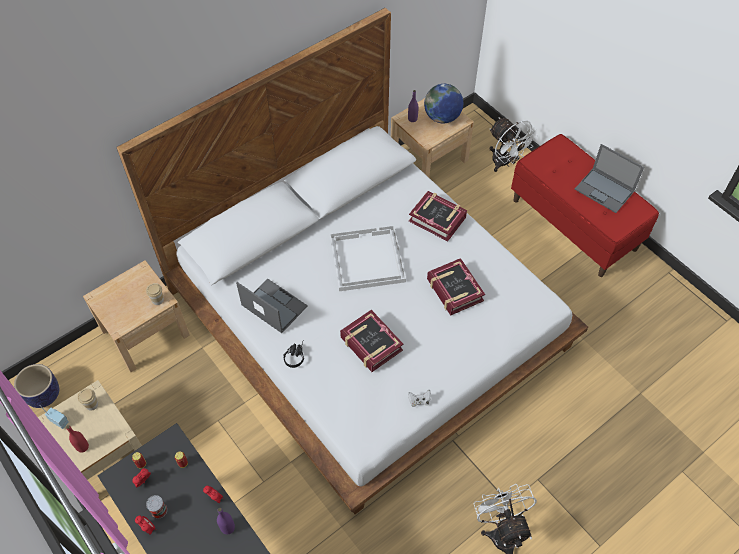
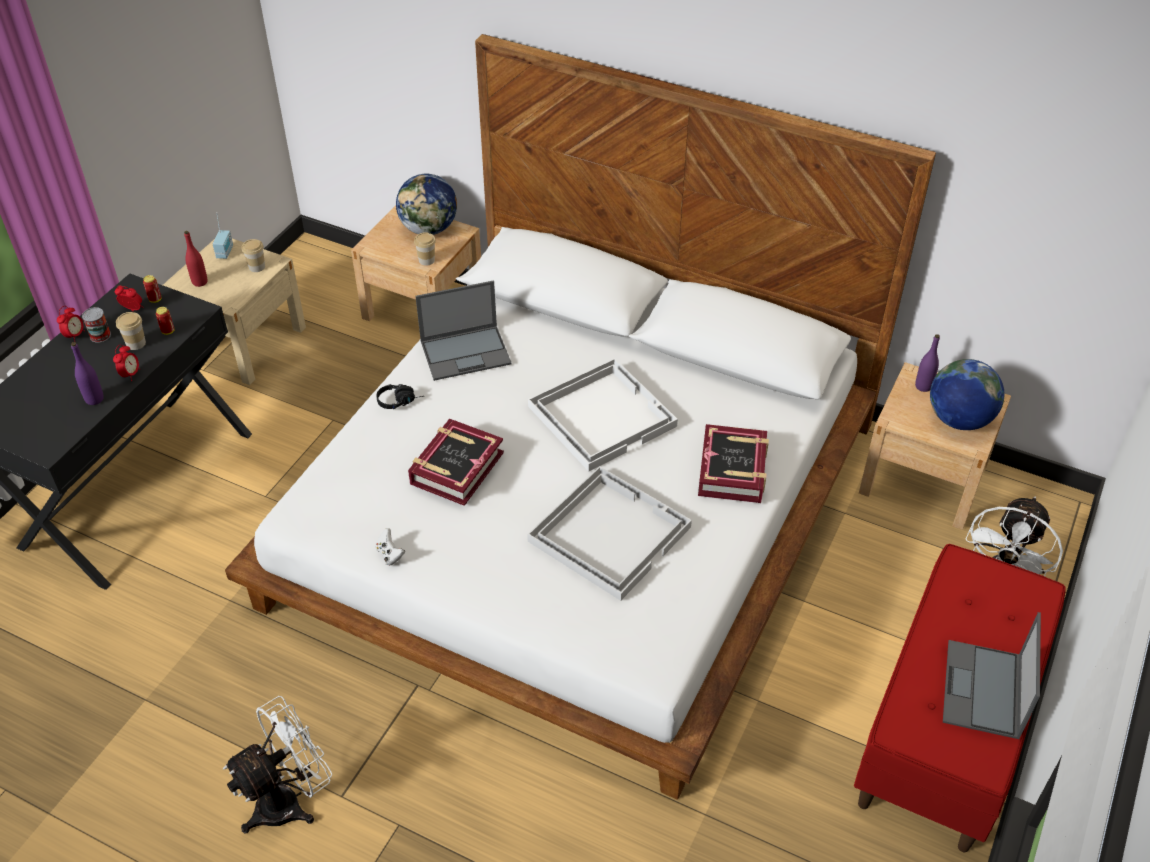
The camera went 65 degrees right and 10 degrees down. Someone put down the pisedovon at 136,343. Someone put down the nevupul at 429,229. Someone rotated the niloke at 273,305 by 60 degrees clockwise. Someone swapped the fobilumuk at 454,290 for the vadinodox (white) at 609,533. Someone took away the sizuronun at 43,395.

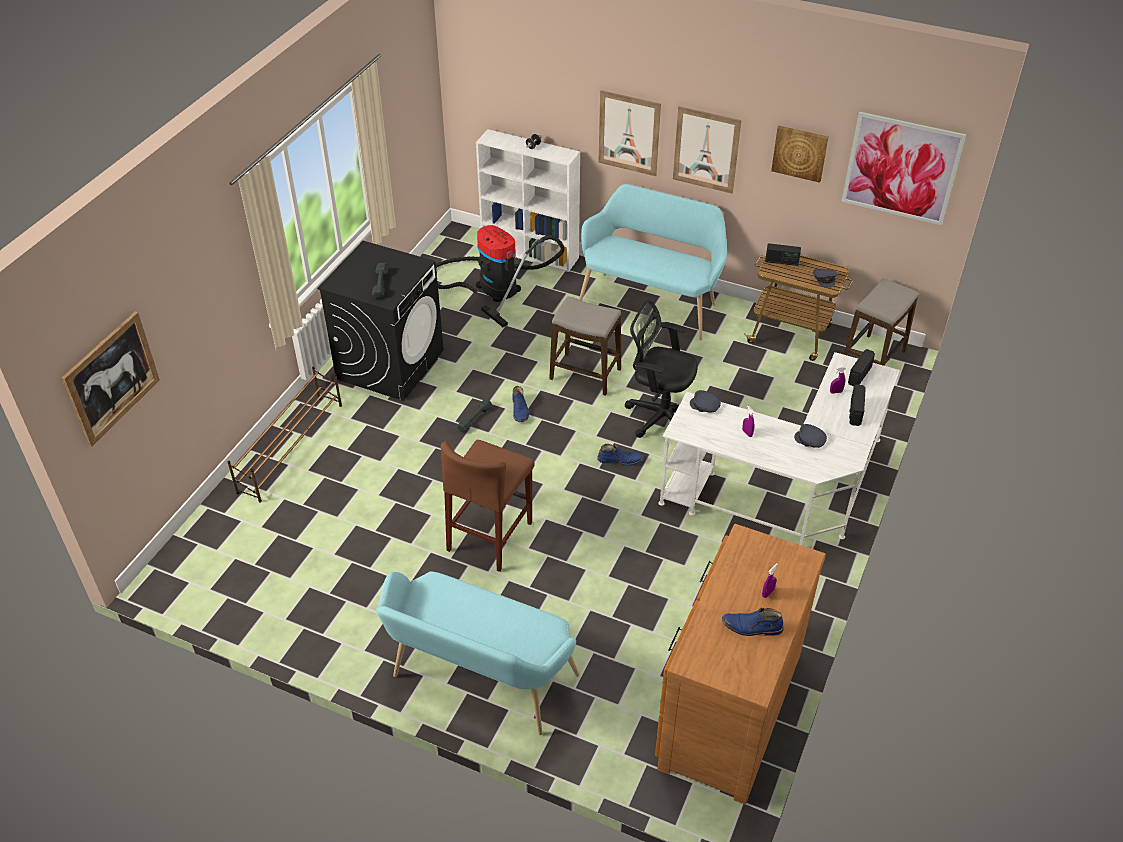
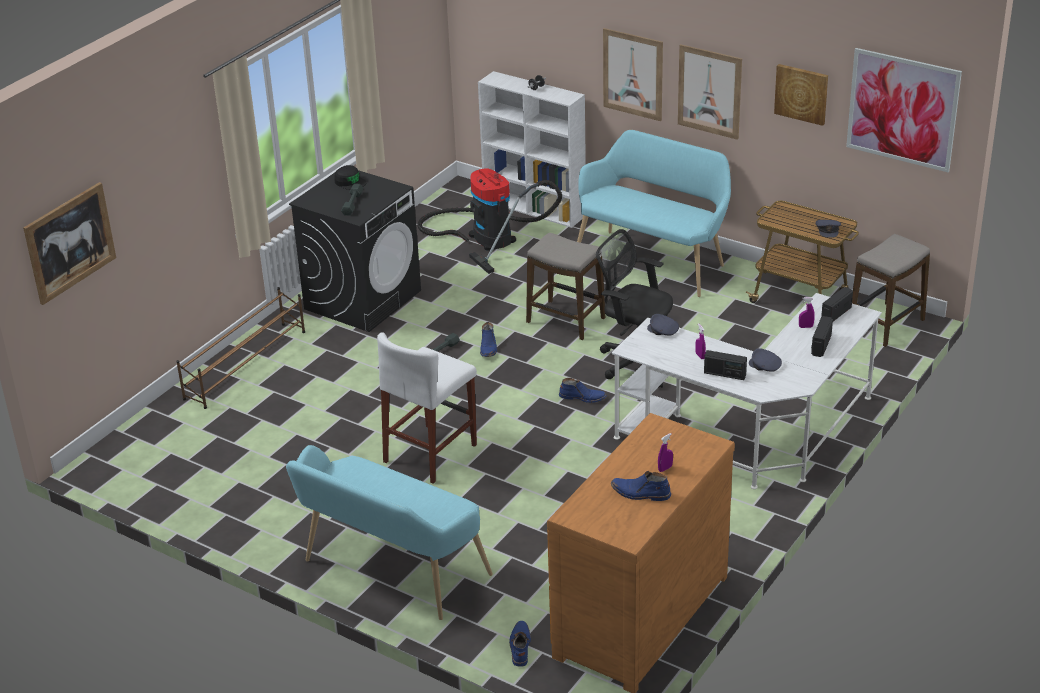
The camera went 10 degrees right and 10 degrees down. Someone put down the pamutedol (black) at 350,182. Someone repainted the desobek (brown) at 490,536, which became the desobek (white) at 430,453. Someone put down the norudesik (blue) at 519,647. Someone carried the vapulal from 781,262 to 724,374.

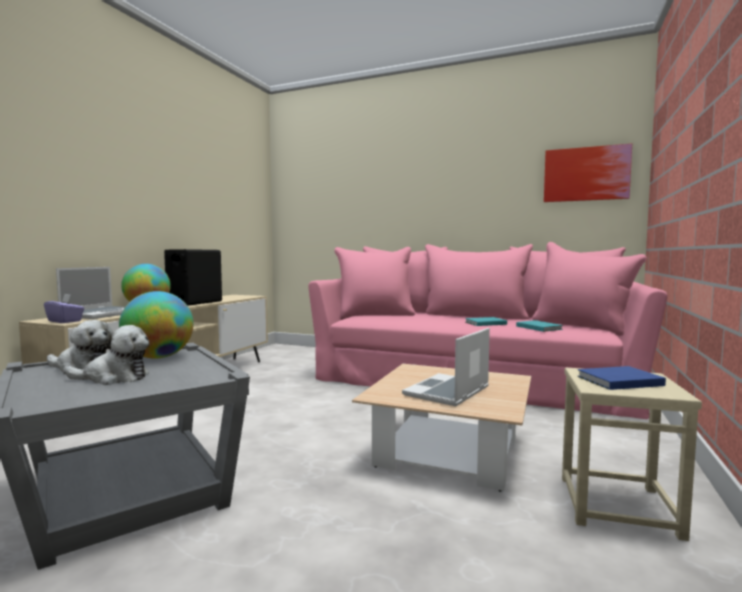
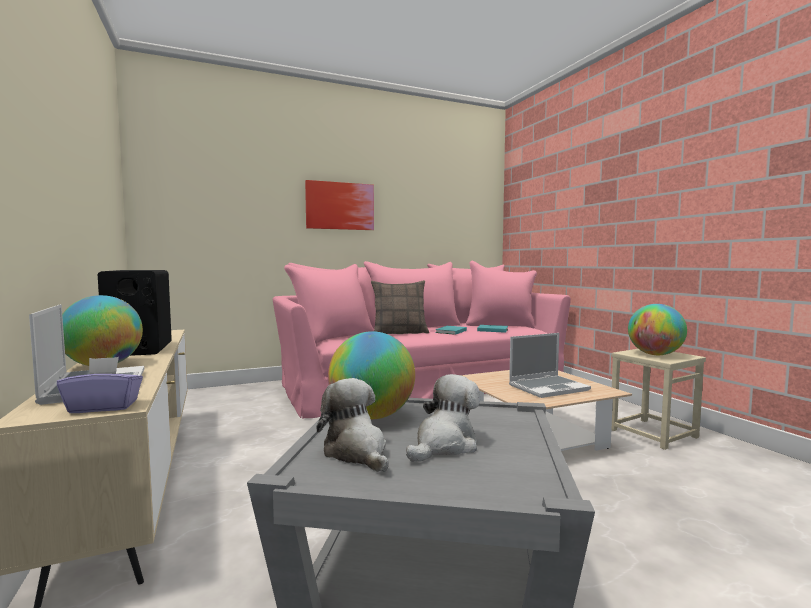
The camera went 45 degrees left and 0 degrees up. Someone carried the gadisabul from 586,174 to 340,206. Someone rotated the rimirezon at 82,368 by 90 degrees counterclockwise. Someone put down the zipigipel at 400,333. Someone rotated the niloke at 447,392 by 105 degrees counterclockwise. Someone swapped the fobilumuk (blue) at 617,381 for the nevupul at 655,354.

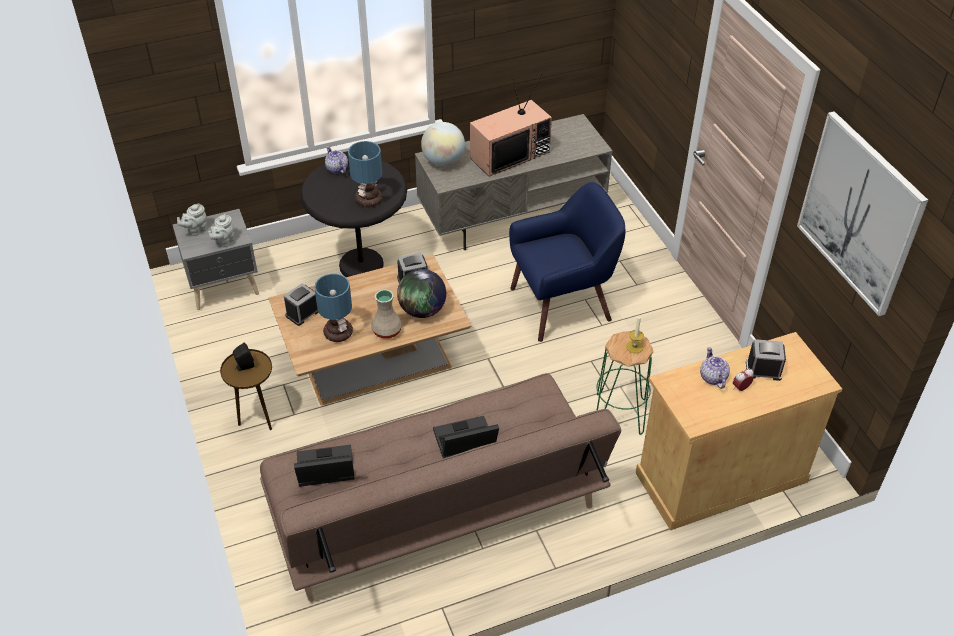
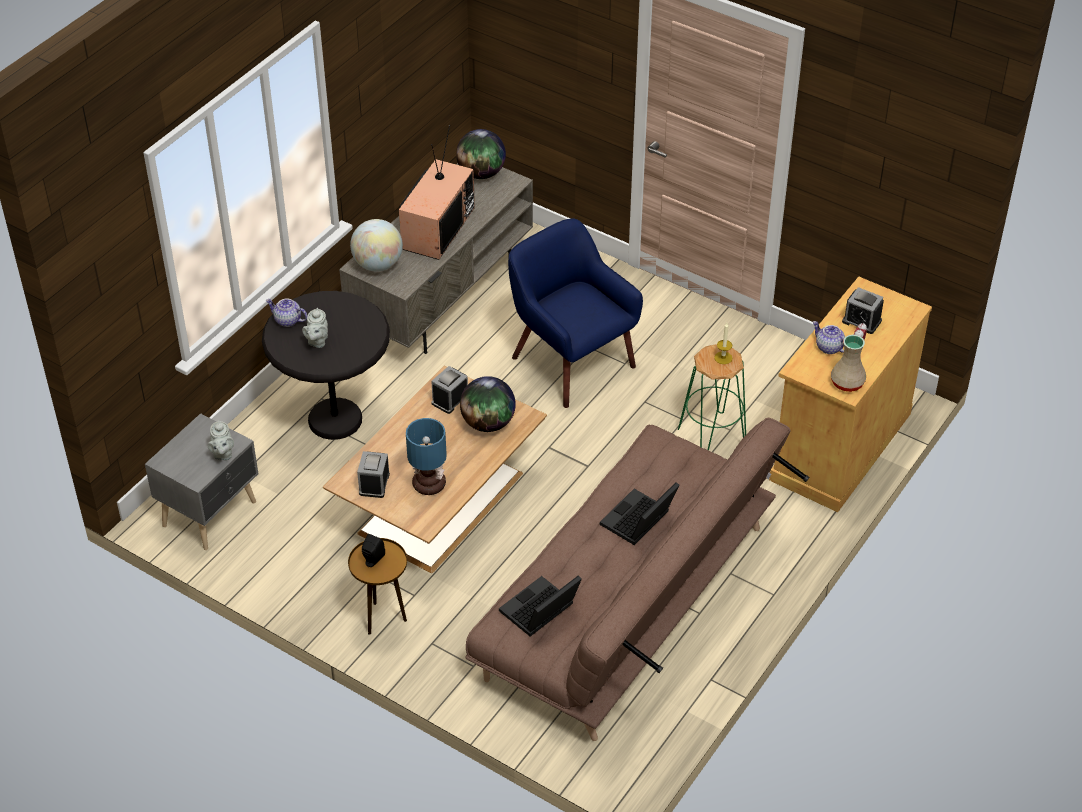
The camera went 35 degrees left and 0 degrees up. Someone carried the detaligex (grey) from 196,230 to 317,341. Someone put down the nevupul at 481,173. Someone rotated the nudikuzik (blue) at 562,304 by 75 degrees counterclockwise. Someone carried the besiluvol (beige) from 386,331 to 846,383. Someone rotated the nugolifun at 763,370 by 120 degrees counterclockwise. Someone took away the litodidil at 368,200. Someone took away the gadisabul at 859,213.

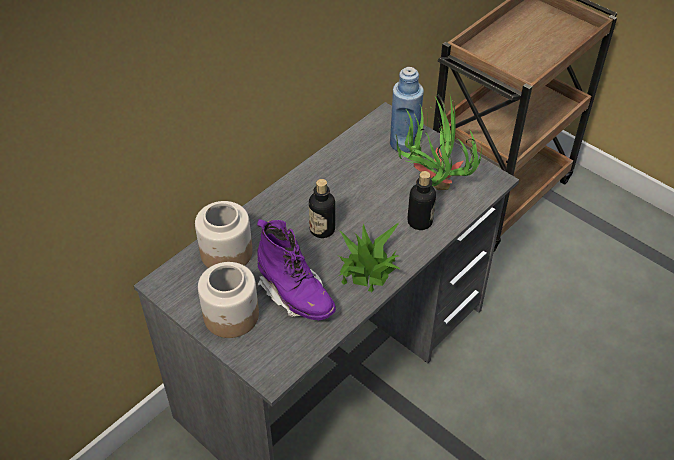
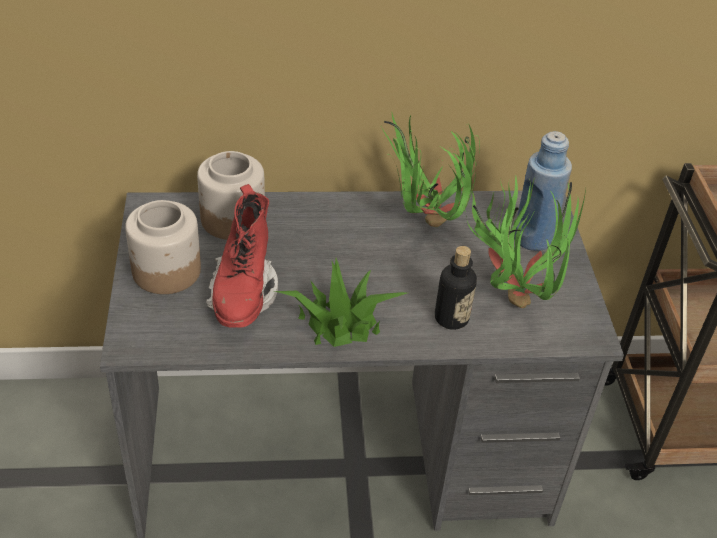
The camera went 40 degrees right and 5 degrees down. Someone repainted the norudesik (purple) at 295,294, which became the norudesik (red) at 243,294. Someone put down the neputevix at 424,228. Someone took away the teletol at 322,229.

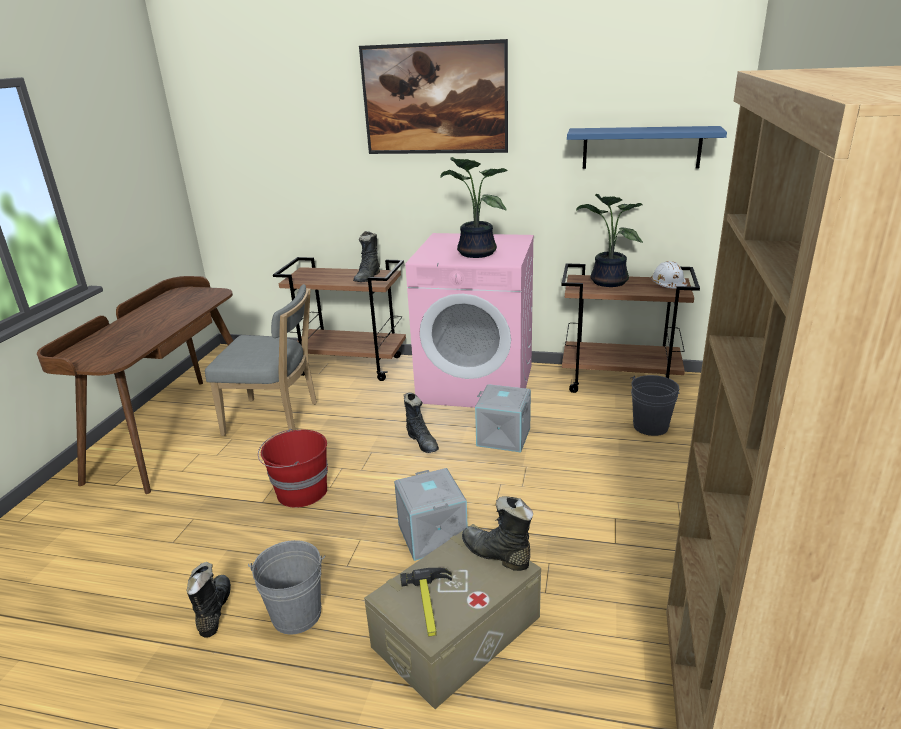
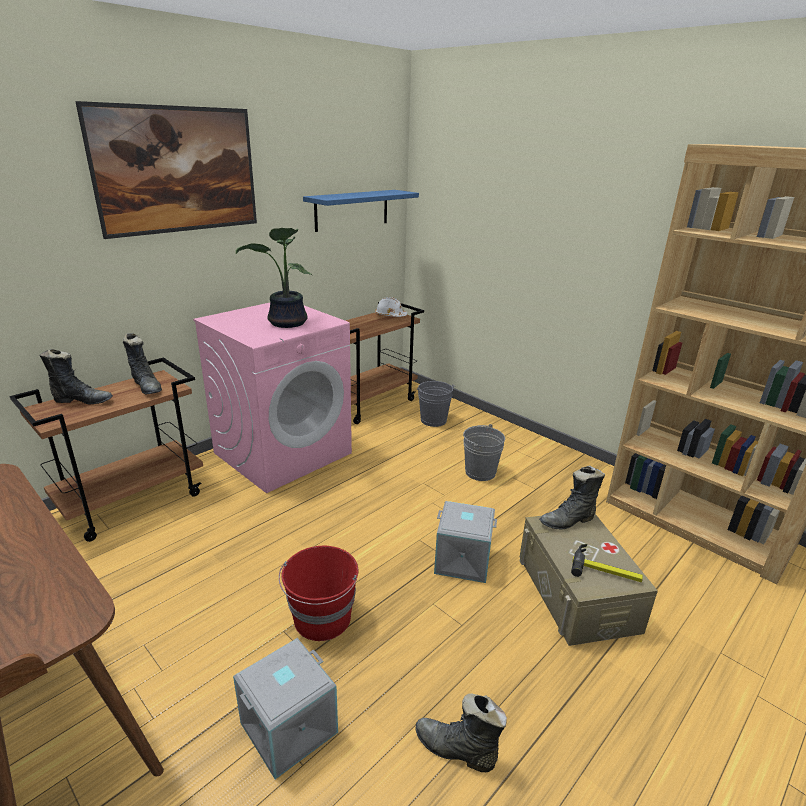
The camera went 60 degrees left and 0 degrees up. Someone carried the norudesik (black) from 422,442 to 82,401. Someone carried the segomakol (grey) from 503,437 to 289,729. Someone carried the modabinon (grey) from 297,614 to 480,472. Someone took away the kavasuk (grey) at 276,419. Someone took away the neputevix at 606,282.

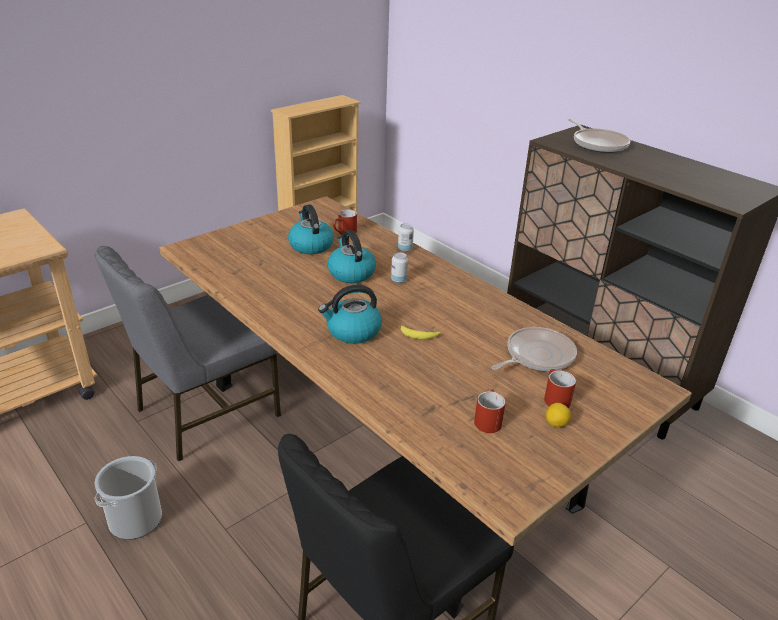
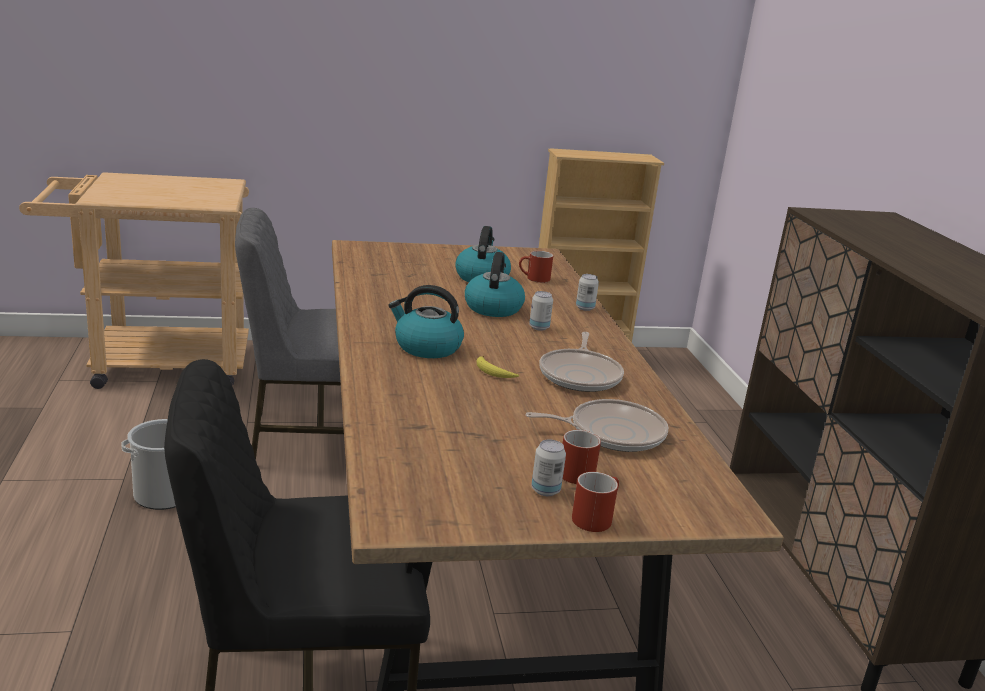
The camera went 30 degrees right and 10 degrees down. Someone swapped the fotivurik at 556,424 for the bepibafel at 545,490. Someone carried the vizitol from 598,144 to 580,375. Someone carried the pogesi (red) from 487,419 to 595,517.

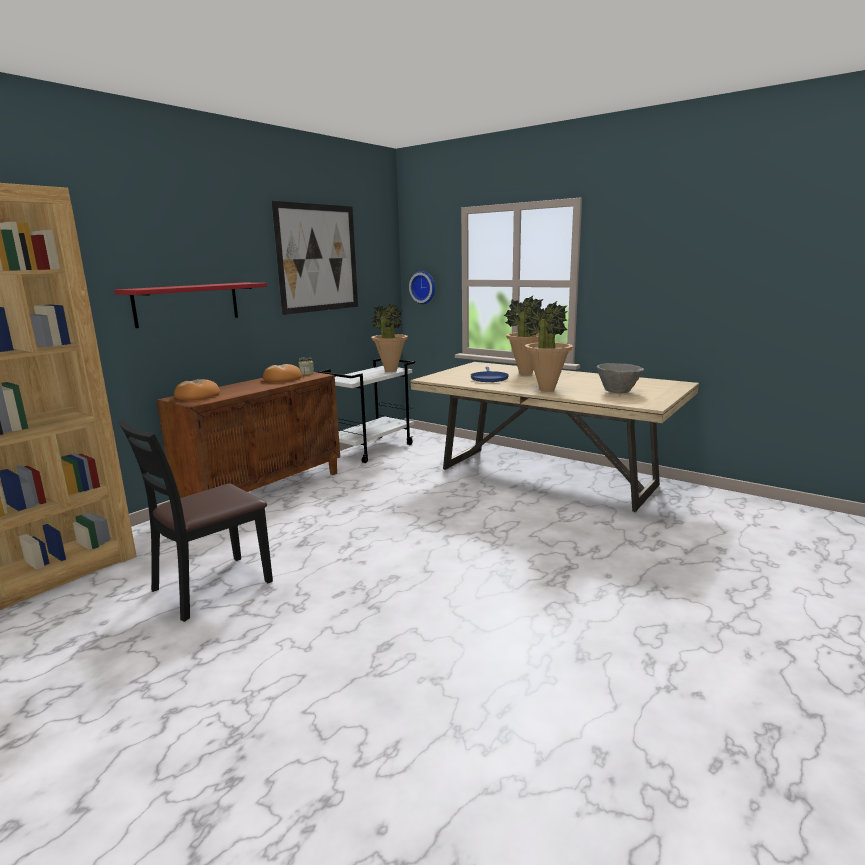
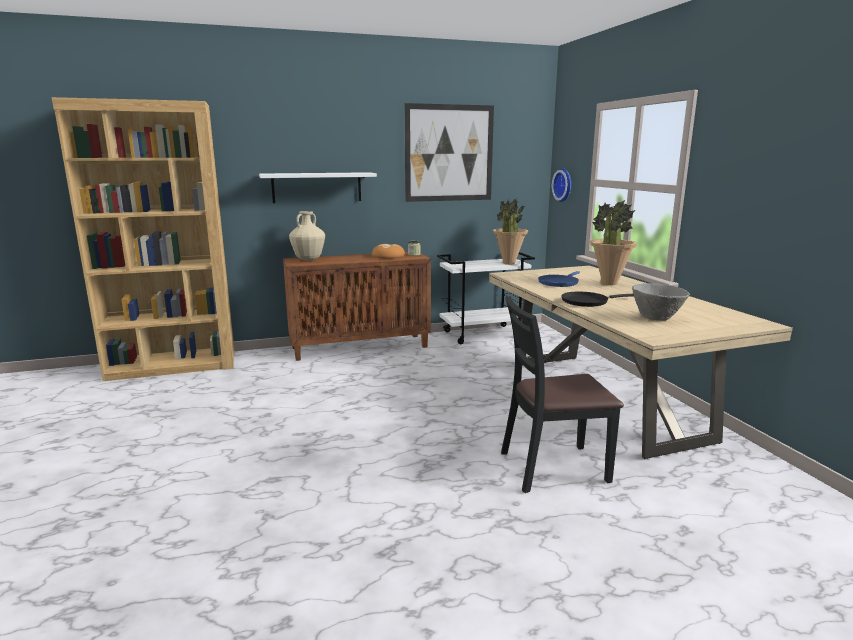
The camera went 35 degrees right and 0 degrees up. Someone repainted the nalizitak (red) at 187,304, which became the nalizitak (white) at 317,187. Someone swapped the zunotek at 197,396 for the besiluvol (beige) at 308,259. Someone carried the kavasuk (black) from 211,587 to 552,467. Someone swapped the neputevix at 546,389 for the vizitol (black) at 587,302.

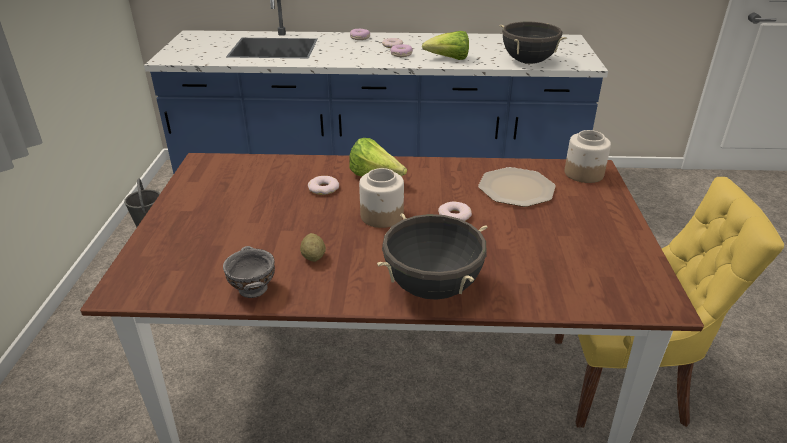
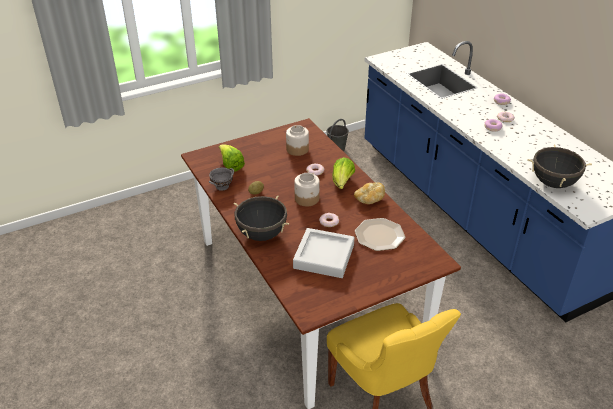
The camera went 60 degrees right and 5 degrees up. Someone carried the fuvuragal from 448,59 to 231,165. Someone carried the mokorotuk from 583,173 to 297,149. Someone put down the vadinodox (grey) at 324,257. Someone put down the zunotek at 369,199.

